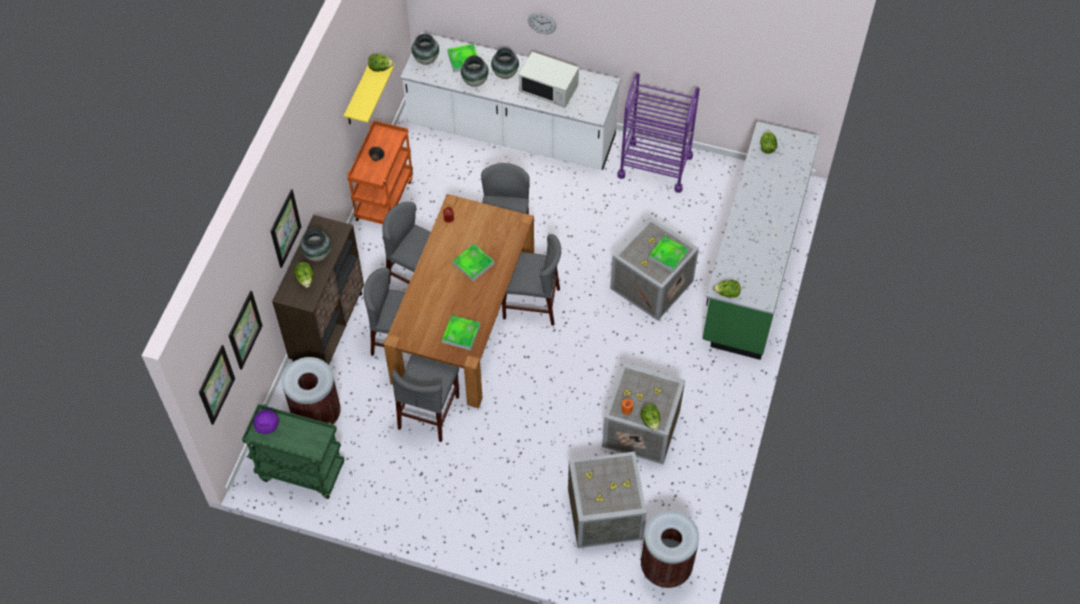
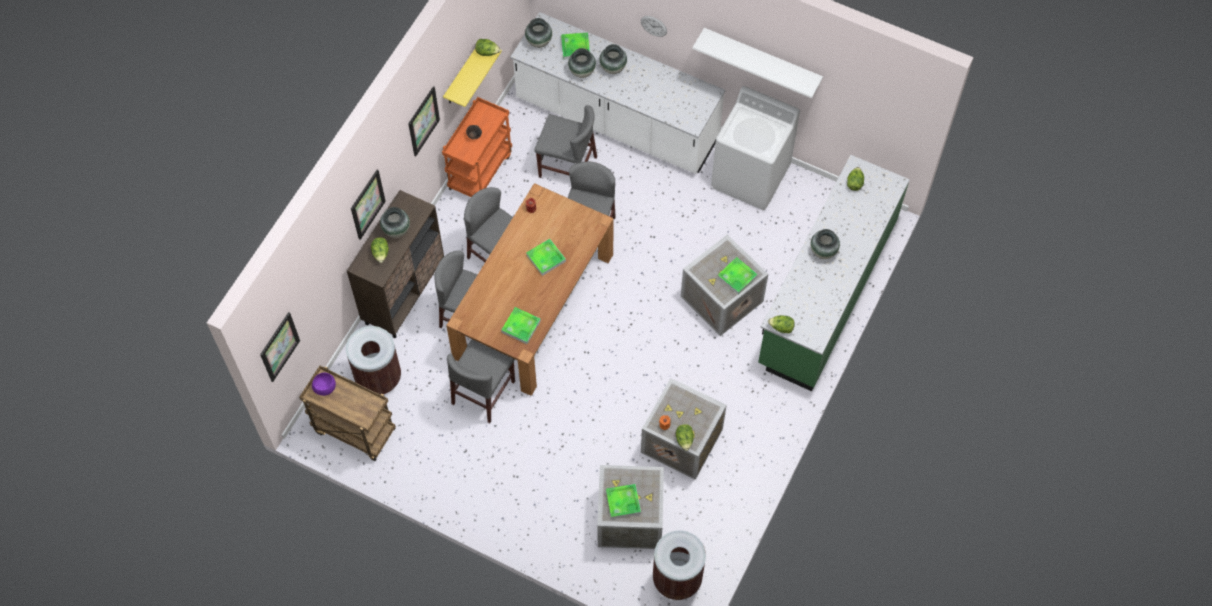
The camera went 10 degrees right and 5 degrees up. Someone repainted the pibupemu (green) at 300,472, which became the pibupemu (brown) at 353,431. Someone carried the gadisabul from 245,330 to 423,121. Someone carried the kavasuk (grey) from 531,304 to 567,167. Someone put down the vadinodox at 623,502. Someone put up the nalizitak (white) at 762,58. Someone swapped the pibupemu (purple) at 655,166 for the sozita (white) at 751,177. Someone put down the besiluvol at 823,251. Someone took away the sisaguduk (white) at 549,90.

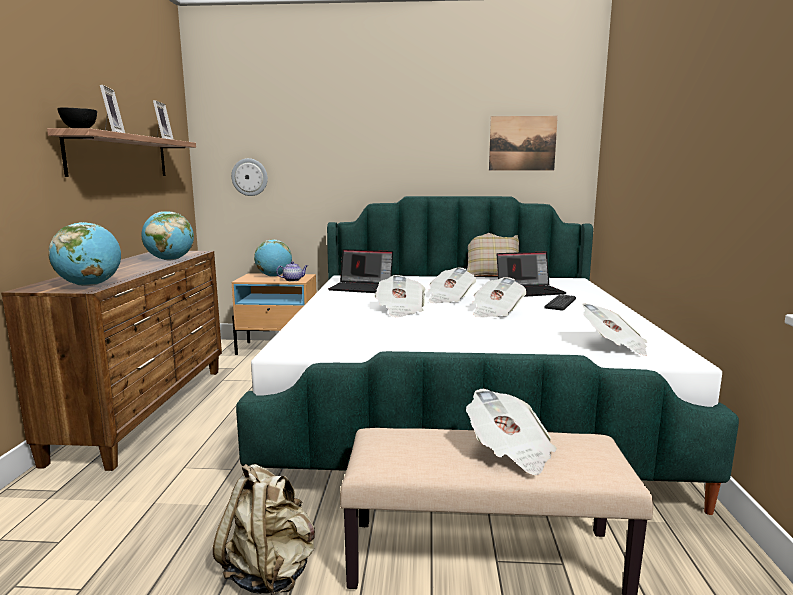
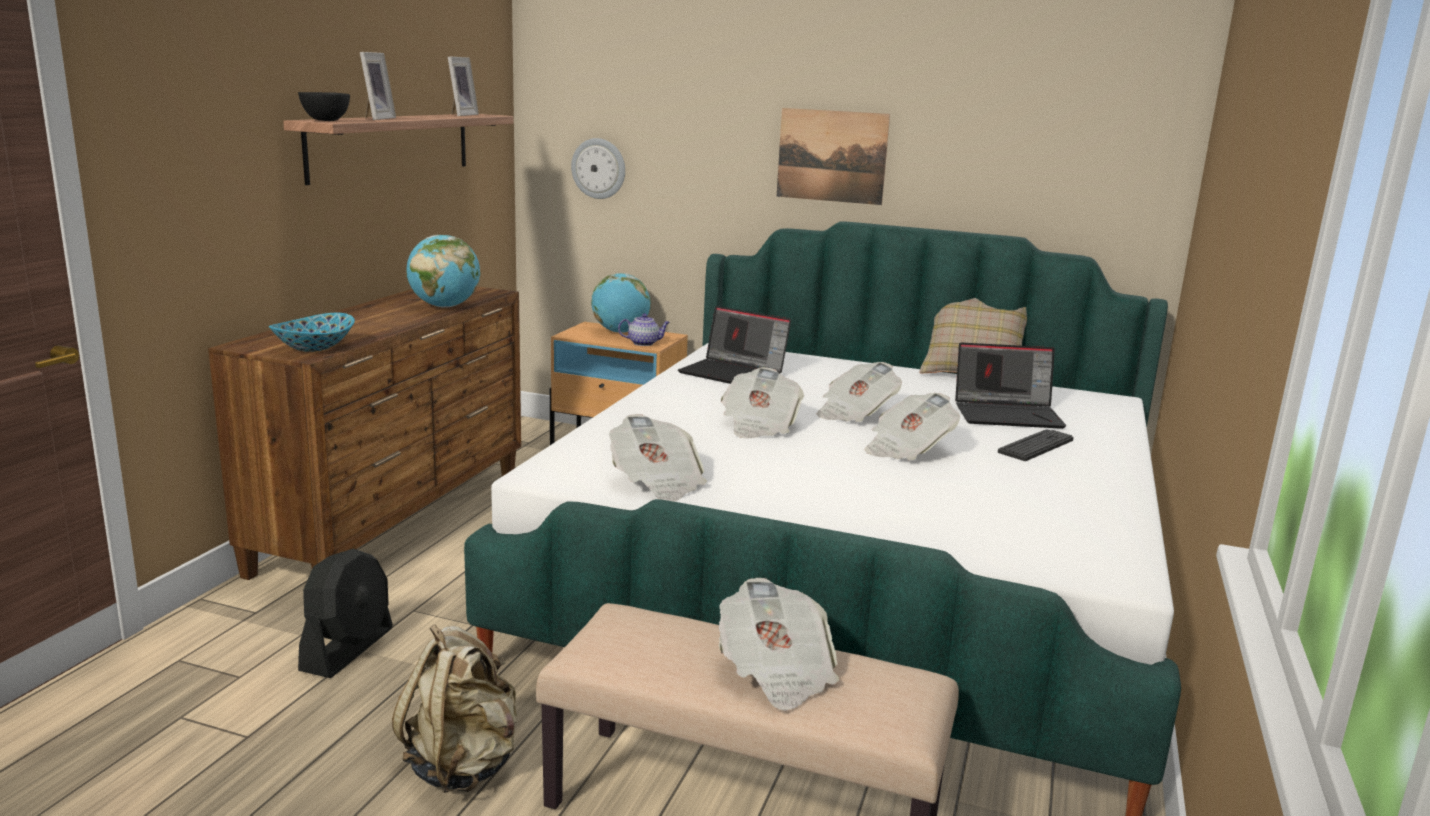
The camera went 15 degrees right and 5 degrees up. Someone swapped the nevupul at 90,285 for the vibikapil at 315,348. Someone put down the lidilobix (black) at 348,649. Someone carried the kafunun from 614,346 to 657,483. Someone carried the gadisabul from 522,143 to 832,156.

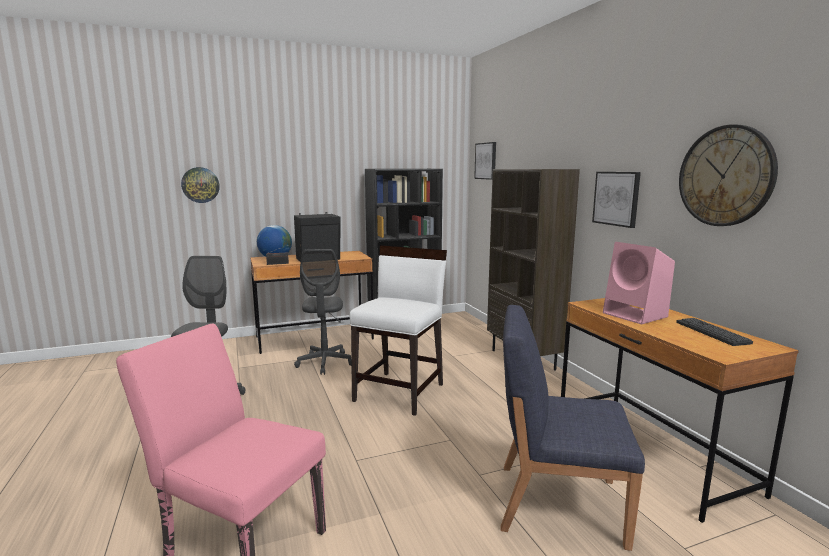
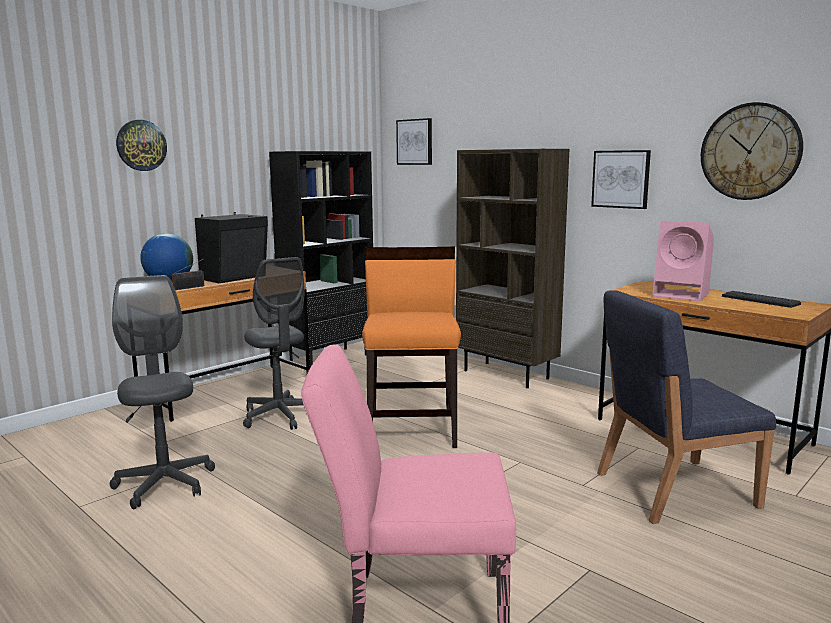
The camera went 25 degrees left and 0 degrees up. Someone carried the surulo from 200,185 to 141,145. Someone repainted the kavasuk (white) at 400,392, which became the kavasuk (orange) at 412,429.

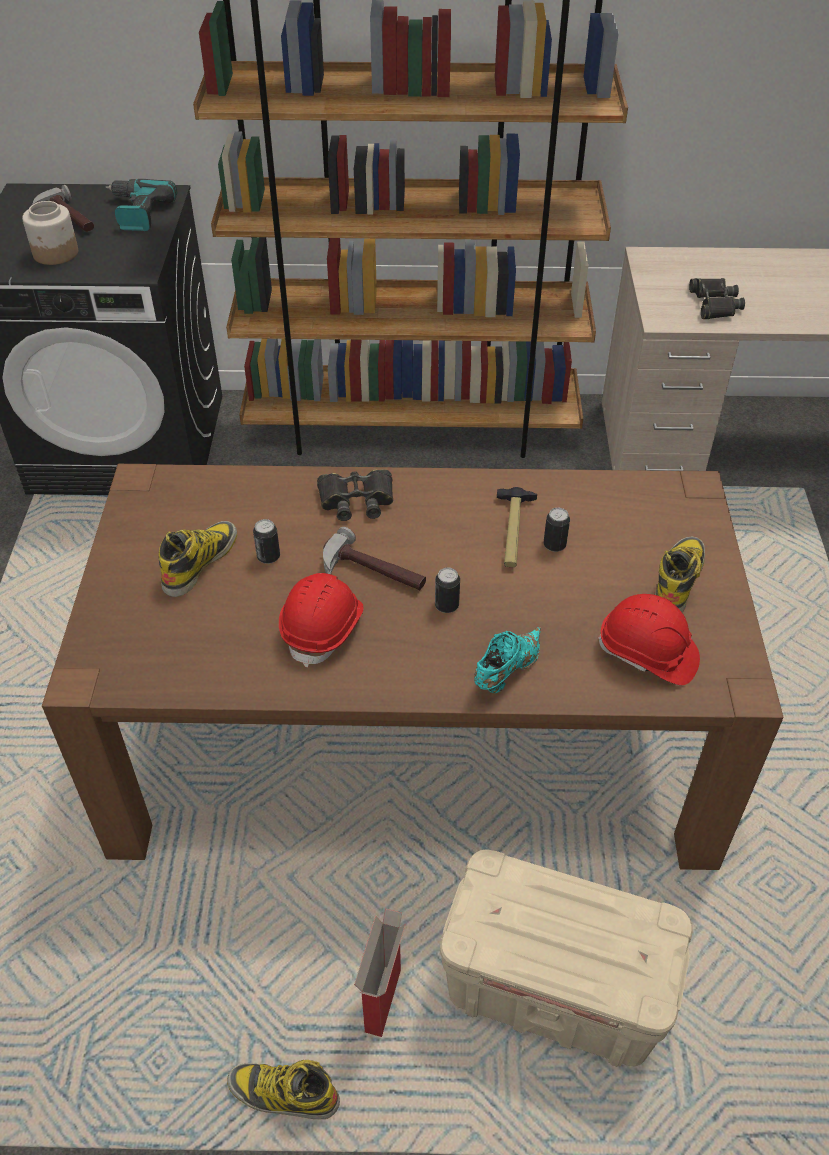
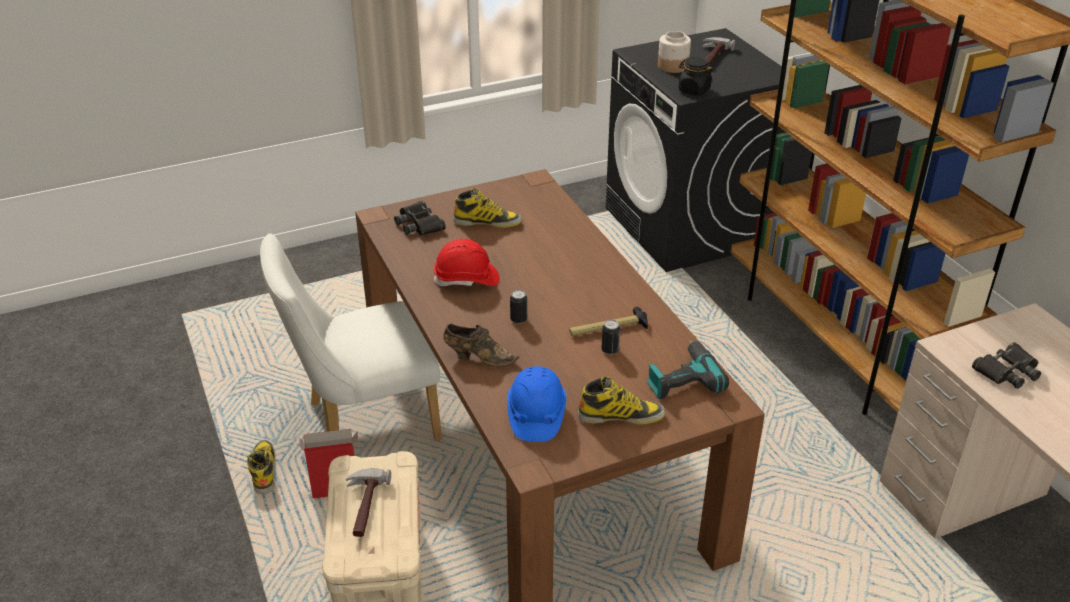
The camera went 65 degrees right and 10 degrees down. Someone put down the kavasuk (white) at 363,422. Someone carried the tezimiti from 371,574 to 363,506. Someone carried the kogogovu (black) from 356,500 to 419,224. Someone repainted the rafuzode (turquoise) at 505,672, which became the rafuzode (brown) at 478,357. Someone repainted the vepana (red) at 647,654, which became the vepana (blue) at 536,415. Someone carried the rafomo from 137,213 to 682,379. Someone put down the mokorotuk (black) at 694,90. Someone took away the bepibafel at 268,557.

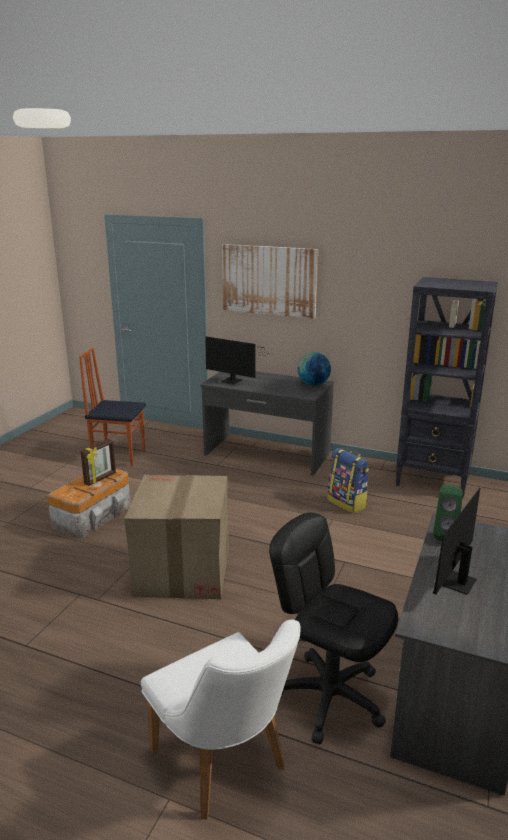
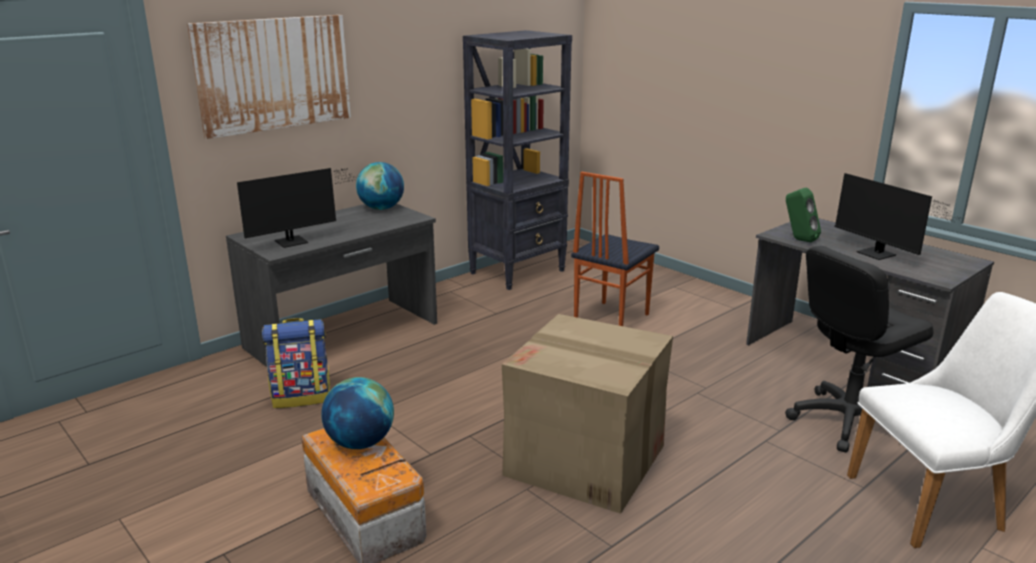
The camera went 65 degrees left and 0 degrees up. Someone carried the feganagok from 347,503 to 302,397. Someone swapped the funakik at 100,478 for the nevupul at 360,443. Someone carried the kavasuk from 119,456 to 610,318.

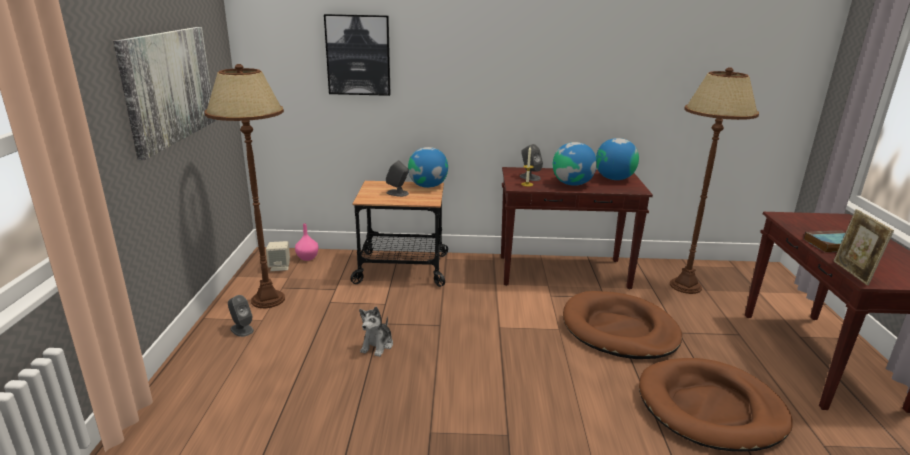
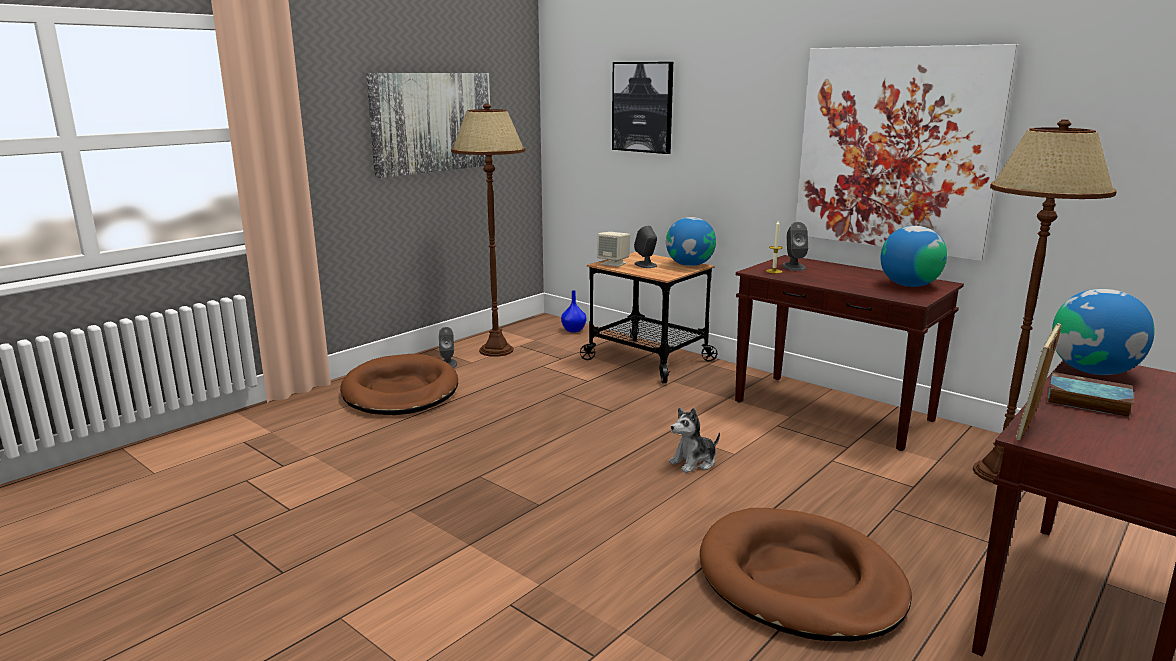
The camera went 40 degrees right and 5 degrees down. Someone carried the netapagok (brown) from 619,329 to 400,391. Someone repainted the besiluvol (pink) at 308,258, which became the besiluvol (blue) at 574,330. Someone carried the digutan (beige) from 280,267 to 613,263. Someone carried the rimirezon from 377,345 to 694,462. Someone put up the gadisabul at 896,149. Someone carried the nevupul from 572,184 to 1092,371.

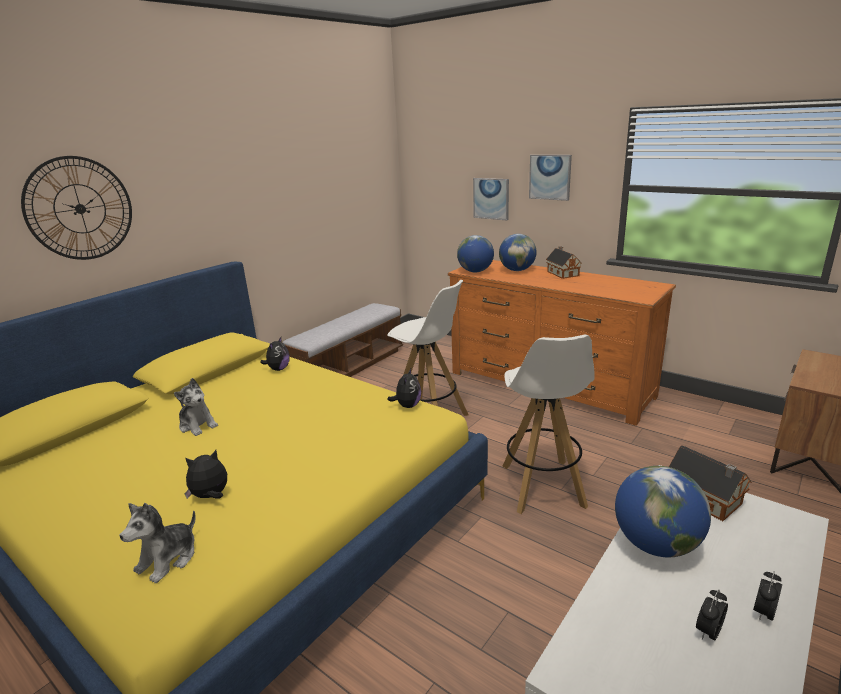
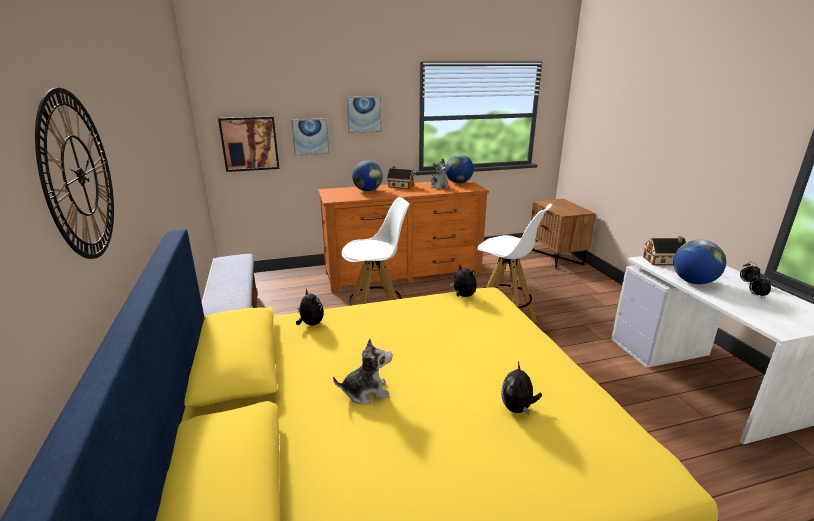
The camera went 55 degrees left and 0 degrees up. Someone put up the gadisabul at 249,143. Someone carried the rimirezon from 168,559 to 439,187. Someone carried the nevupul from 475,271 to 458,183.

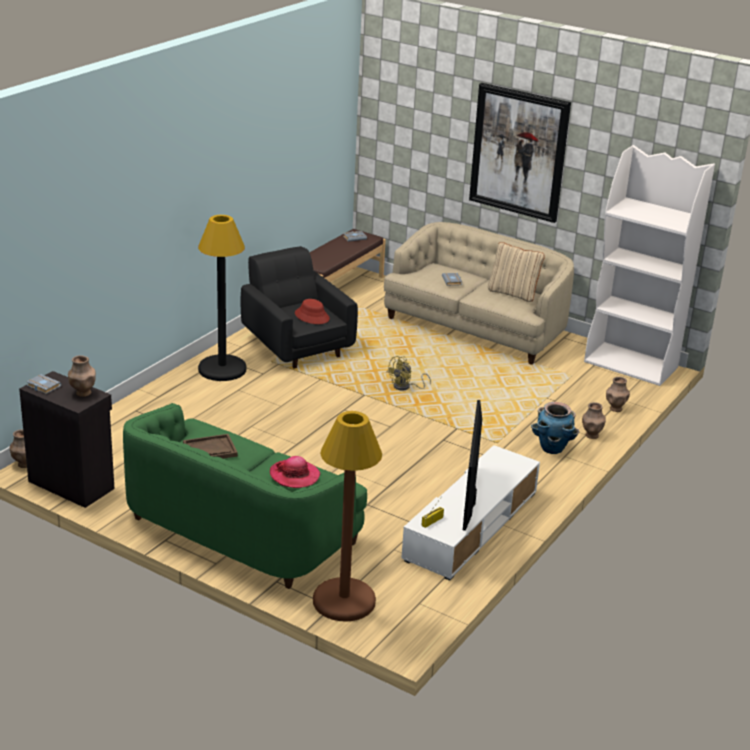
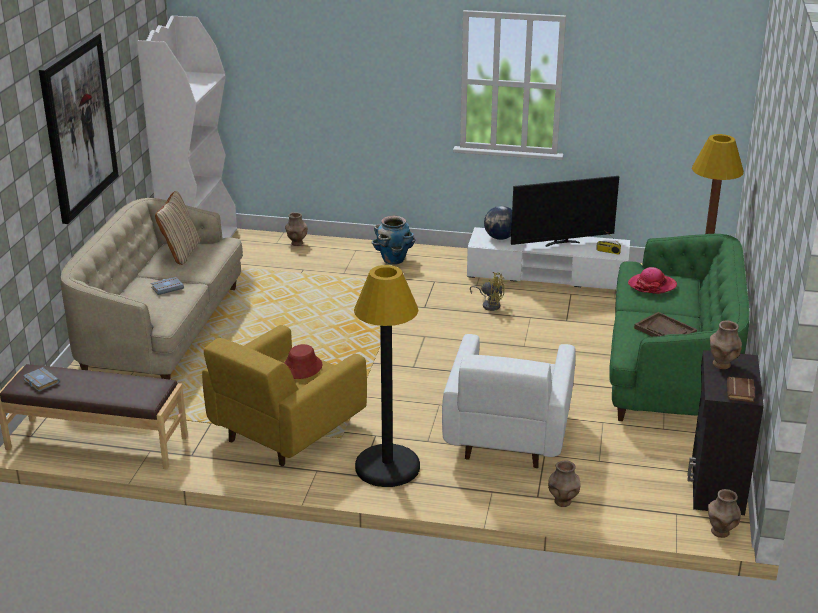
The camera went 110 degrees left and 0 degrees up. Someone repainted the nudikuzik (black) at 297,345, which became the nudikuzik (yellow) at 285,431. Someone put down the nudikuzik (white) at 507,436. Someone carried the lidilobix (yellow) from 405,387 to 489,304. Someone put down the nevupul at 500,238. Someone carried the besiluvol (brown) from 591,435 to 562,502. Someone repainted the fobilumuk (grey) at 42,386, which became the fobilumuk (brown) at 741,392.

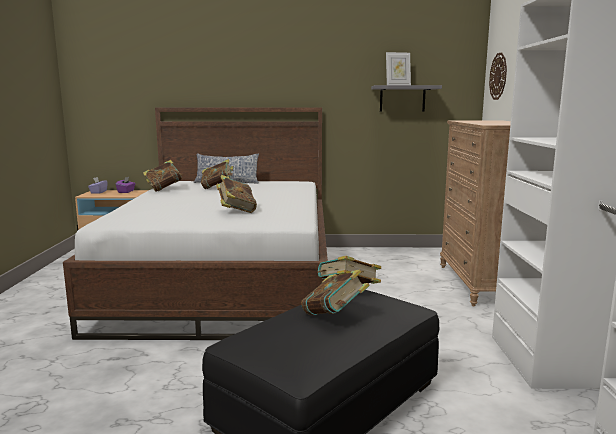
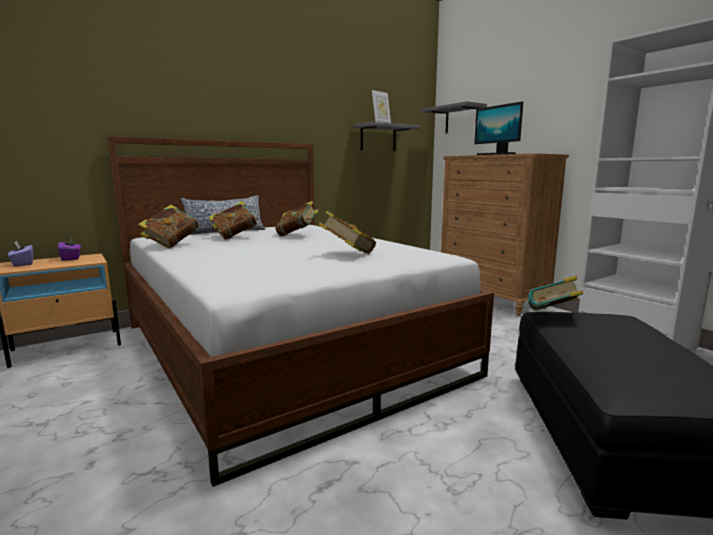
The camera went 35 degrees left and 0 degrees up. Someone carried the fobilumuk from 334,316 to 297,235. Someone swapped the surulo at 498,76 for the nalizitak (grey) at 462,119. Someone put down the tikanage at 496,154.

